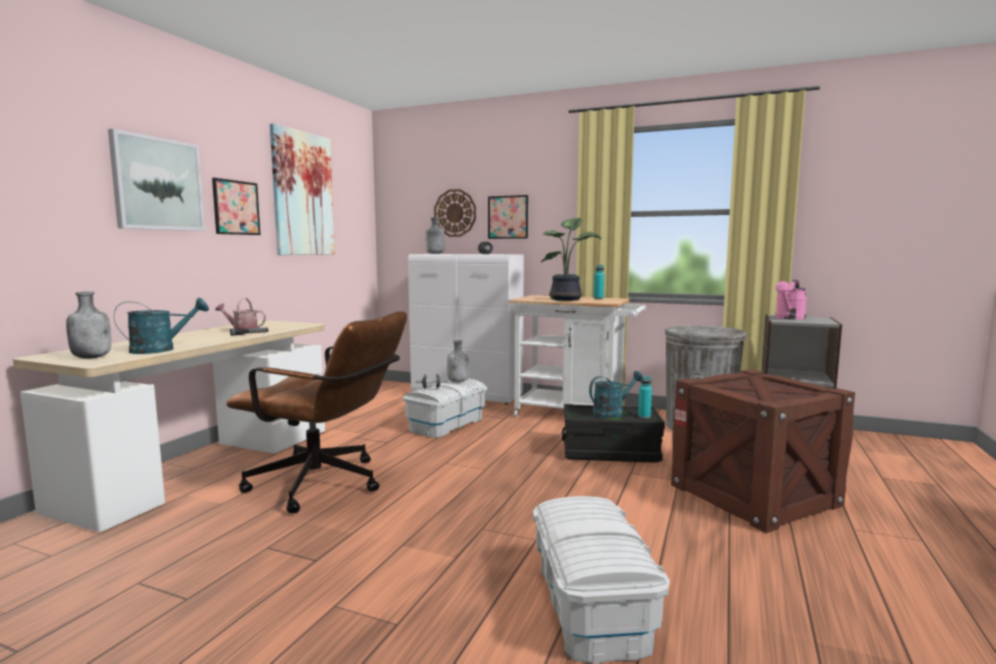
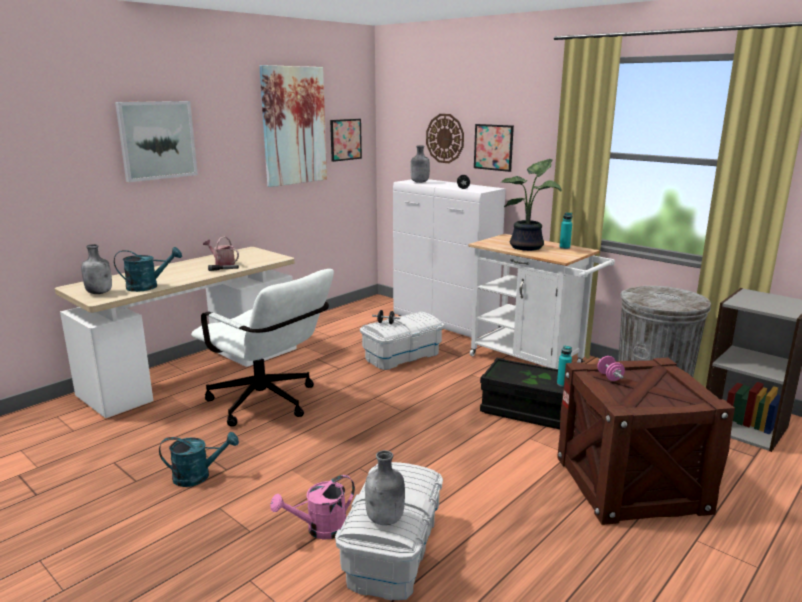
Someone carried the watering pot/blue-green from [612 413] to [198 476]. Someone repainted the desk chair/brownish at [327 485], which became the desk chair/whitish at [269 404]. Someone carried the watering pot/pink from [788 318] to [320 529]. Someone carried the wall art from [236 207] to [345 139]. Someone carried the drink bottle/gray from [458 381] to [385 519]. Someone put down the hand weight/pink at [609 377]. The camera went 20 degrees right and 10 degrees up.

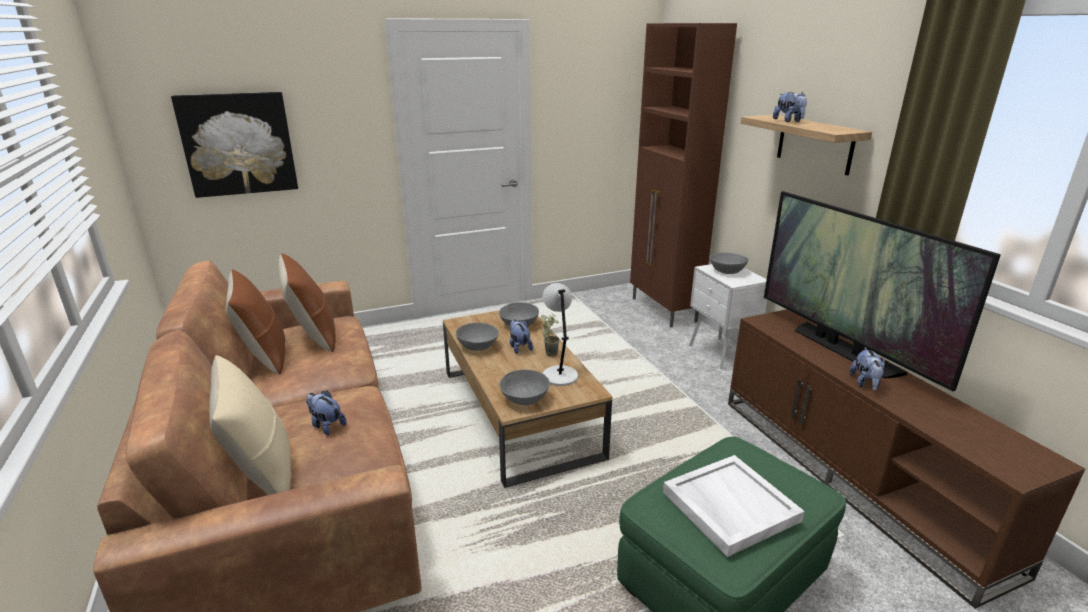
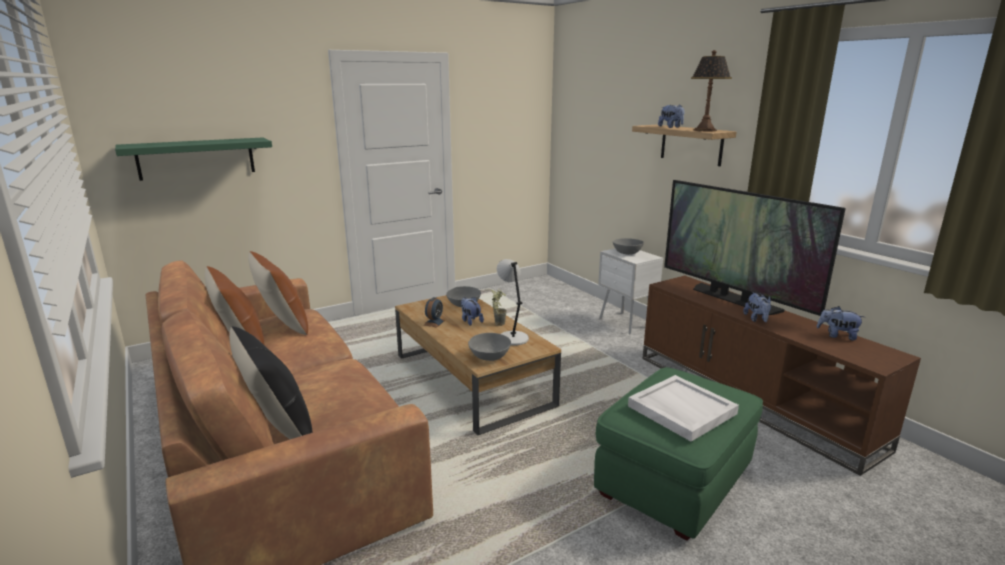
Someone swapped the wall art at [238 144] for the bracket shelf/green-coloured at [196 158]. Someone repainted the pillow/beige-coloured at [262 471], which became the pillow/black-coloured at [278 428]. Someone swapped the serving bowl/gray at [478 346] for the alarm clock at [434 322]. Someone put down the lamp for a table at [704 130]. Someone carried the plush toy from [326 425] to [837 336]. Someone took away the storage cabinet/brownish at [663 310]. The camera went 10 degrees left and 5 degrees down.

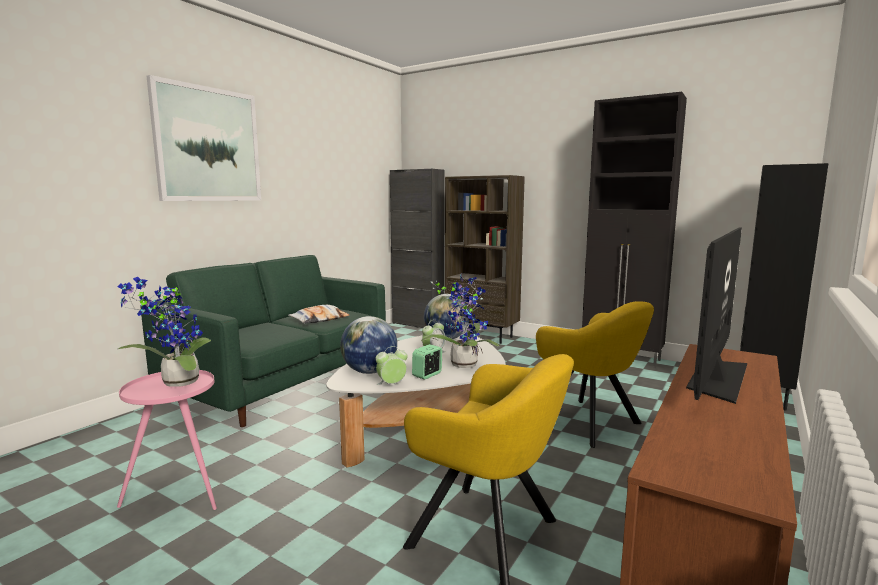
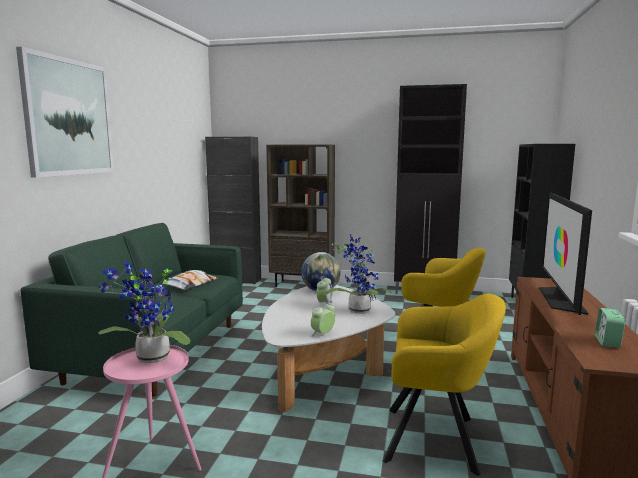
Someone carried the alarm clock from [427 375] to [607 342]. Someone took away the globe at [369 372]. The camera went 20 degrees left and 0 degrees up.

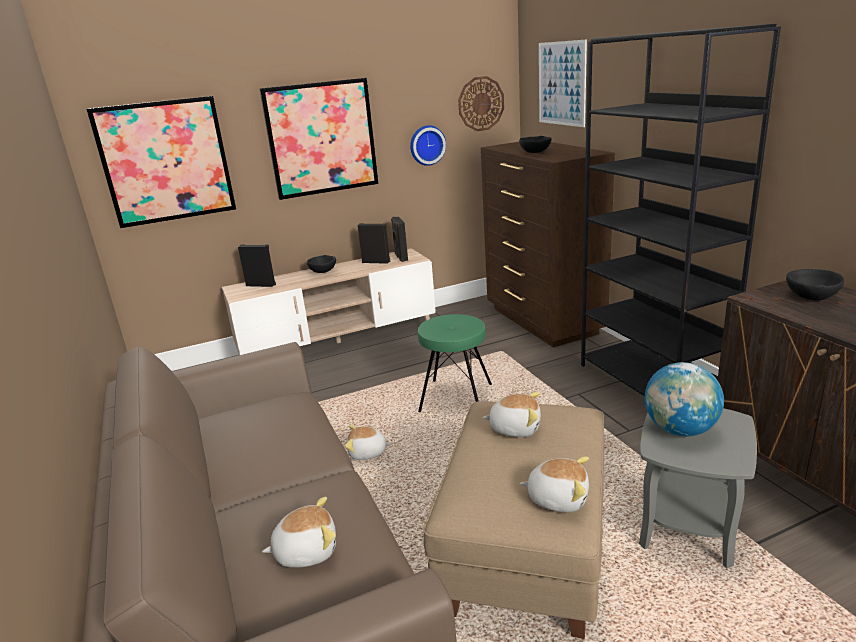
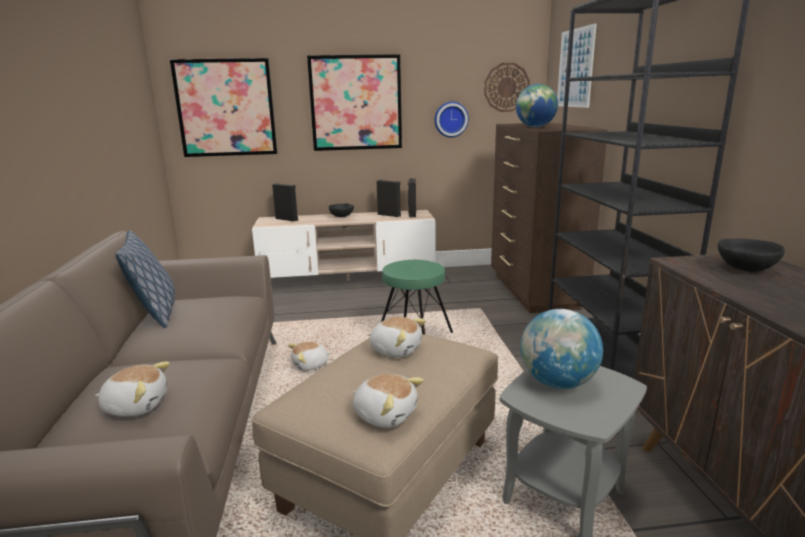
Someone put down the pillow at [155 314]. Someone rotated the plush toy at [367 453] by 45 degrees counterclockwise. Someone swapped the serving bowl/black-coloured at [535 152] for the globe at [535 127]. The camera went 15 degrees right and 5 degrees down.

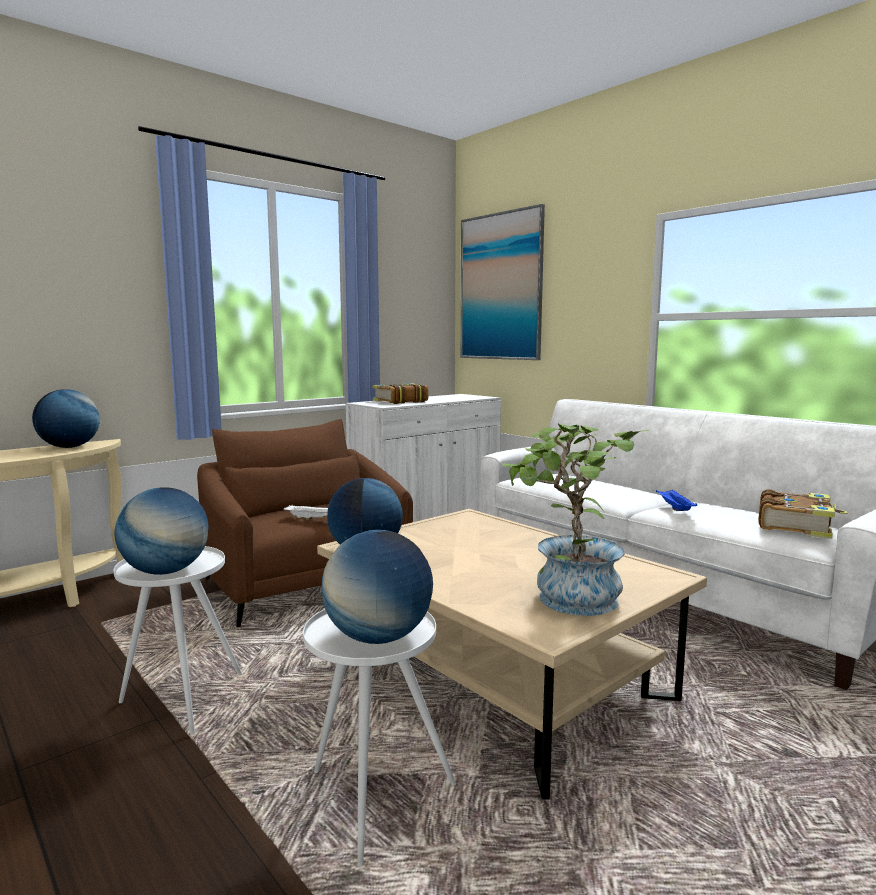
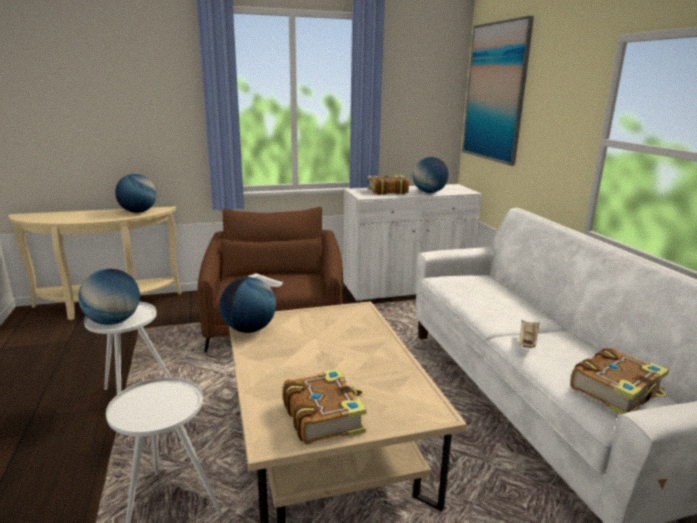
Someone swapped the potted plant at [568 601] for the book at [323 416]. Someone carried the globe from [378 637] to [429 192]. Someone repainted the carrying tray/blue at [674 508], which became the carrying tray/beige-coloured at [527 341]. The camera went 25 degrees right and 10 degrees up.

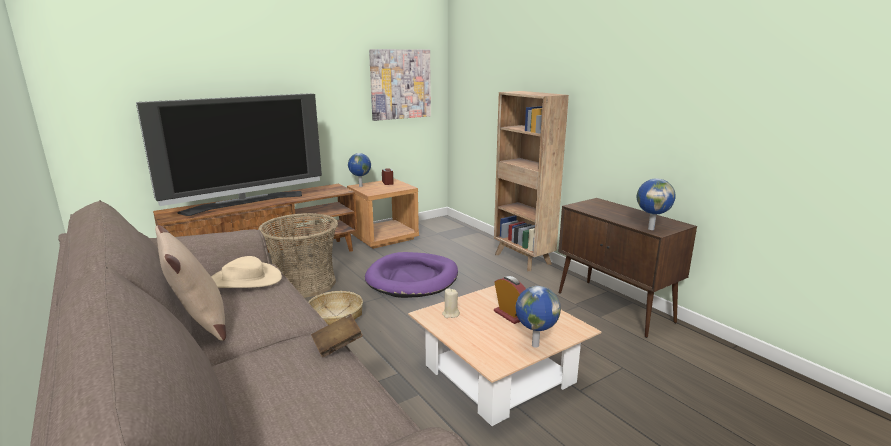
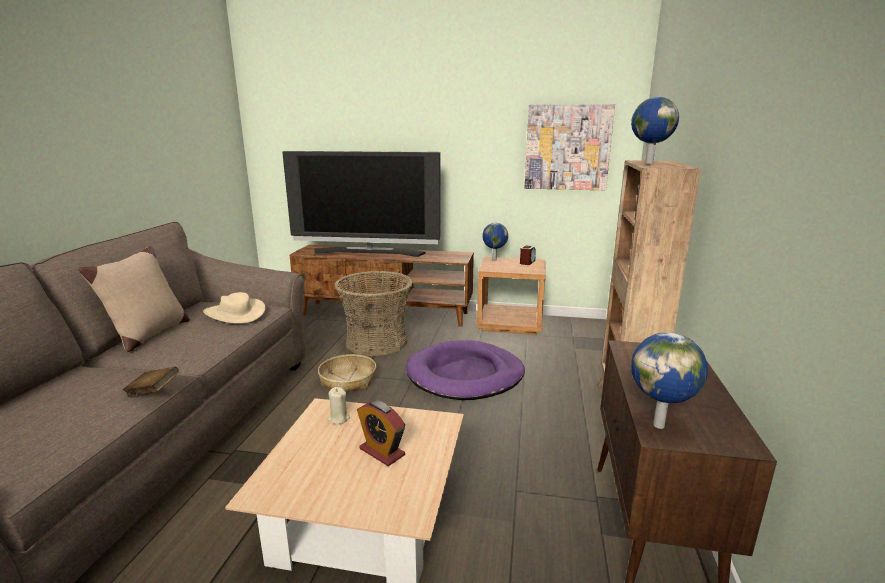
Someone rotated the alarm clock at [510 315] by 120 degrees clockwise. Someone carried the globe from [534 345] to [648 164]. The camera went 45 degrees right and 0 degrees up.

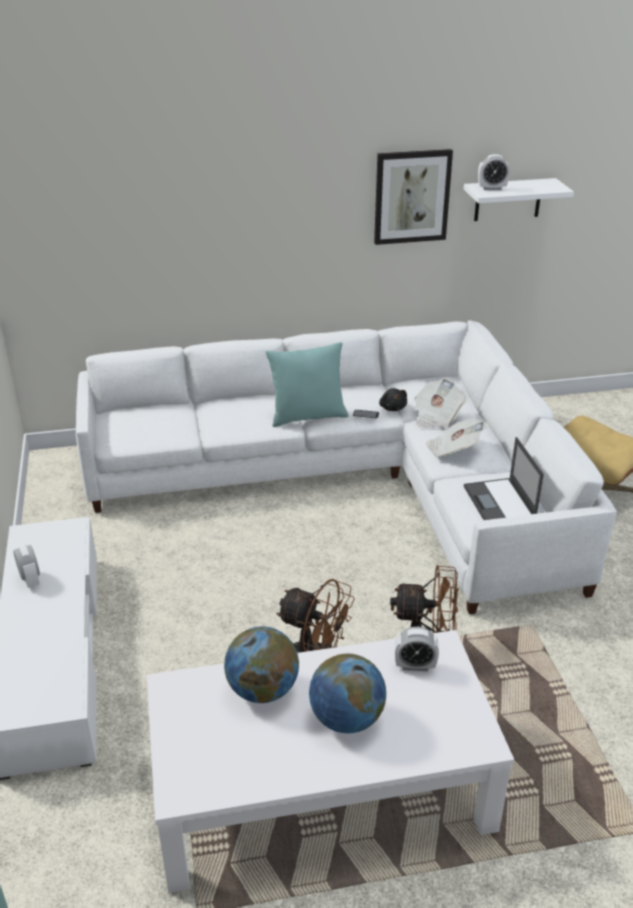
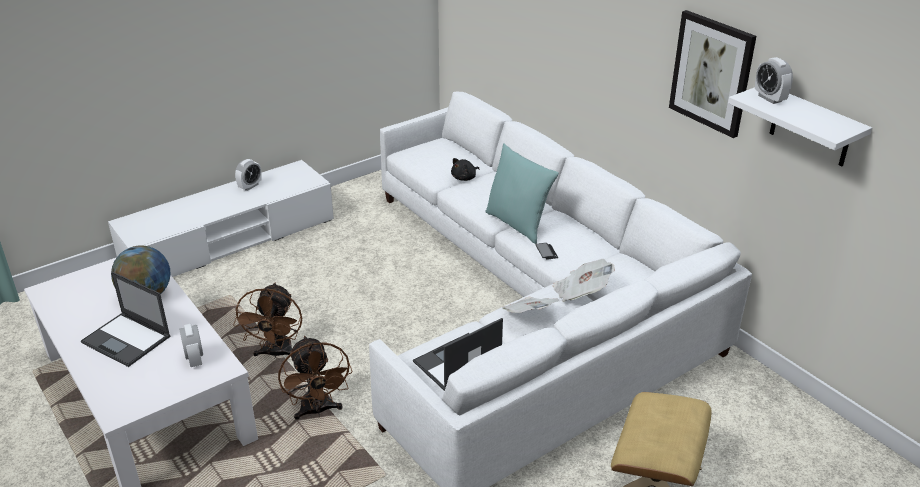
Someone swapped the globe at [346 719] for the laptop at [127 340]. Someone carried the plush toy/black-coloured from [392 407] to [465 178]. The camera went 65 degrees right and 0 degrees up.

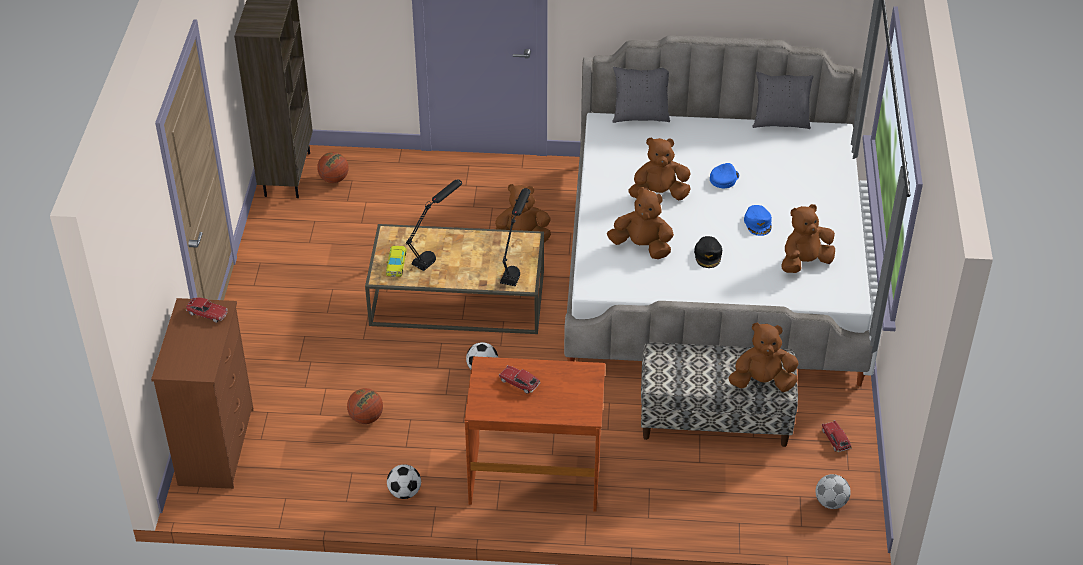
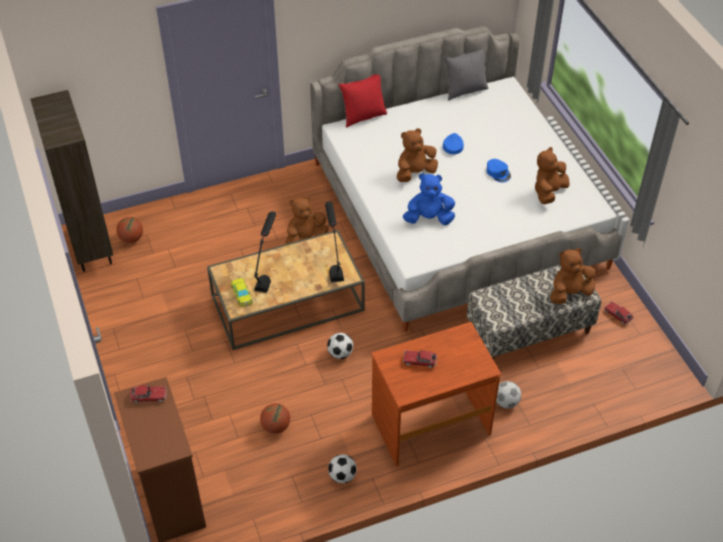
Someone repainted the pillow/gray at [640 116], which became the pillow/red-coloured at [363 116]. Someone repainted the plush toy/brownish at [642 247], which became the plush toy/blue at [429 218]. Someone carried the ball for football from [830 502] to [506 402]. Someone took away the baseball cap/black-coloured at [708 255]. The camera went 25 degrees left and 5 degrees up.

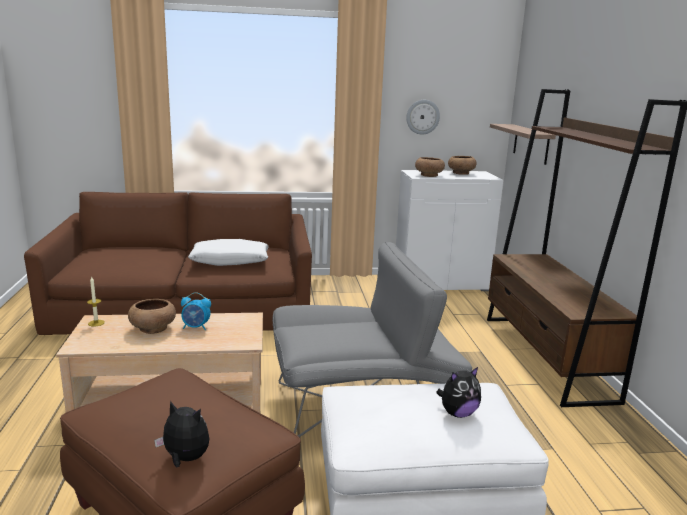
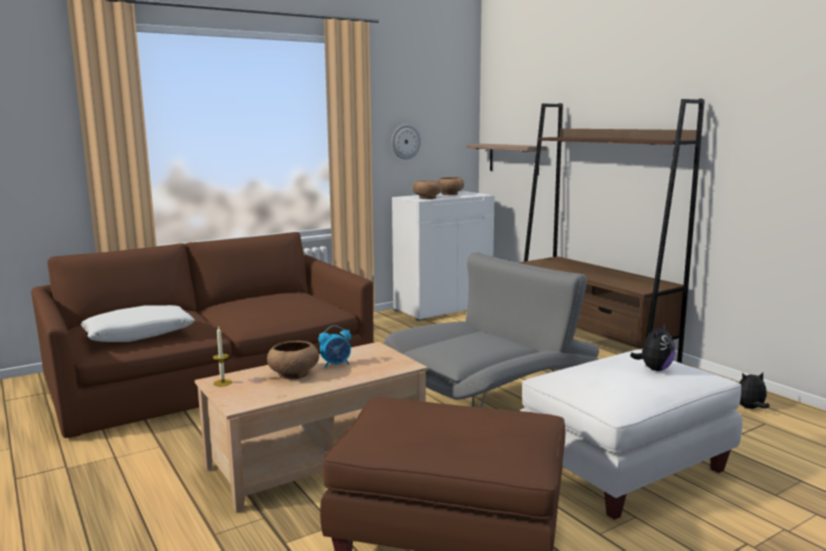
Someone carried the pillow/whitish from [230 261] to [139 334]. Someone carried the plush toy from [185 459] to [750 408]. The camera went 25 degrees left and 5 degrees down.

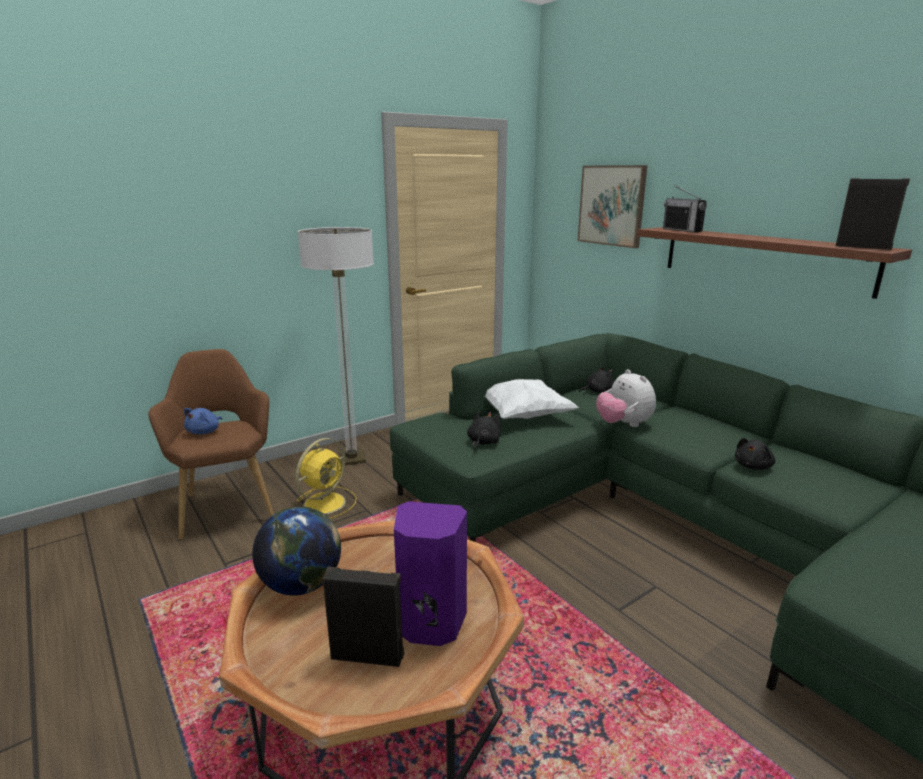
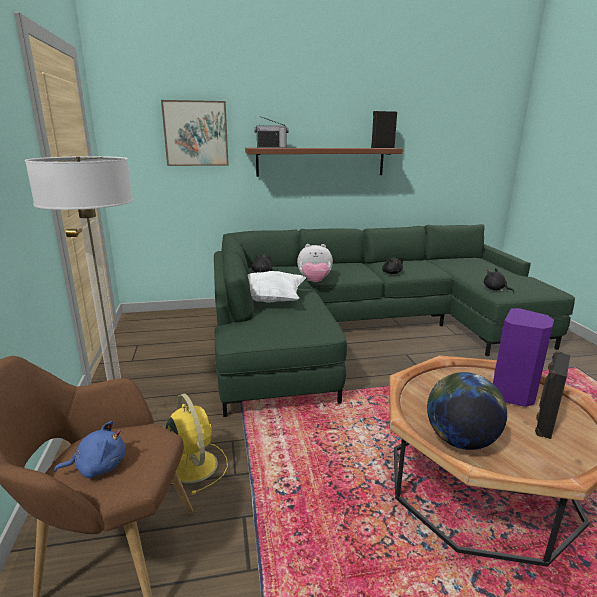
Someone rotated the plush toy/blue at [205 431] by 60 degrees counterclockwise. Someone carried the plush toy/black-coloured from [483 442] to [495 289]. The camera went 65 degrees left and 0 degrees up.

